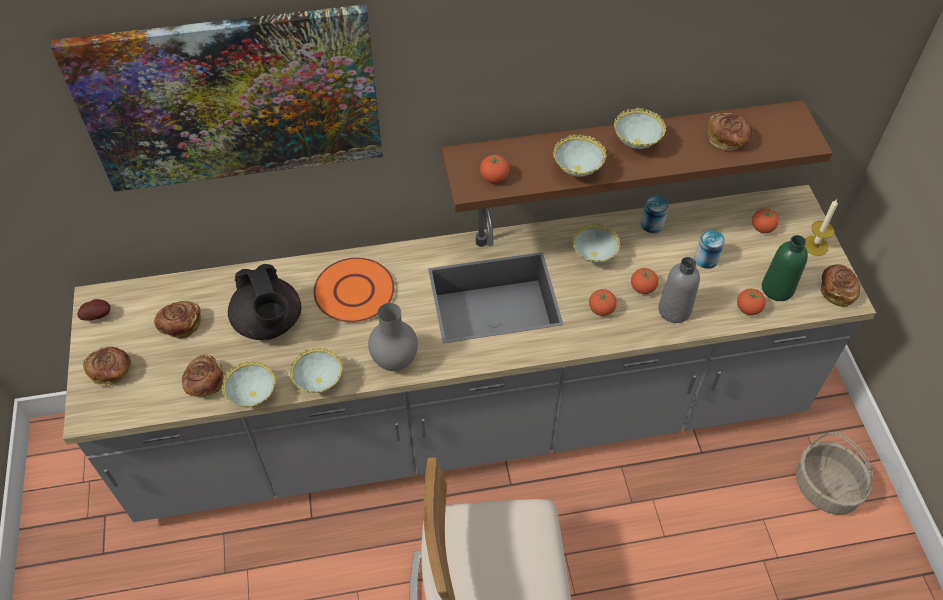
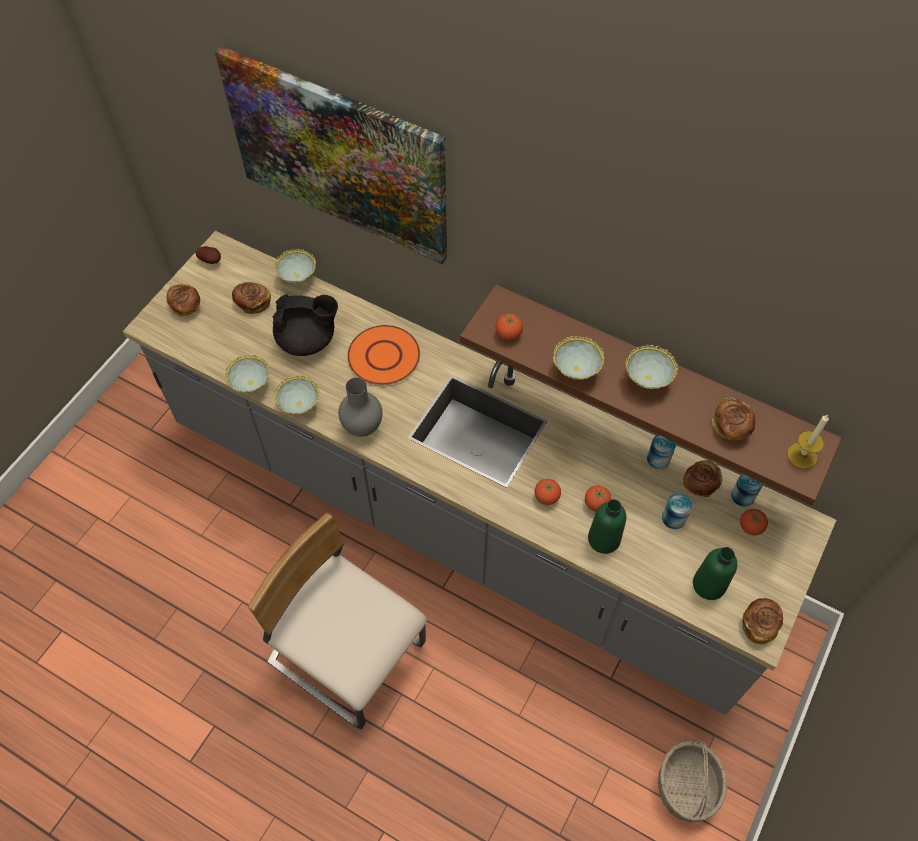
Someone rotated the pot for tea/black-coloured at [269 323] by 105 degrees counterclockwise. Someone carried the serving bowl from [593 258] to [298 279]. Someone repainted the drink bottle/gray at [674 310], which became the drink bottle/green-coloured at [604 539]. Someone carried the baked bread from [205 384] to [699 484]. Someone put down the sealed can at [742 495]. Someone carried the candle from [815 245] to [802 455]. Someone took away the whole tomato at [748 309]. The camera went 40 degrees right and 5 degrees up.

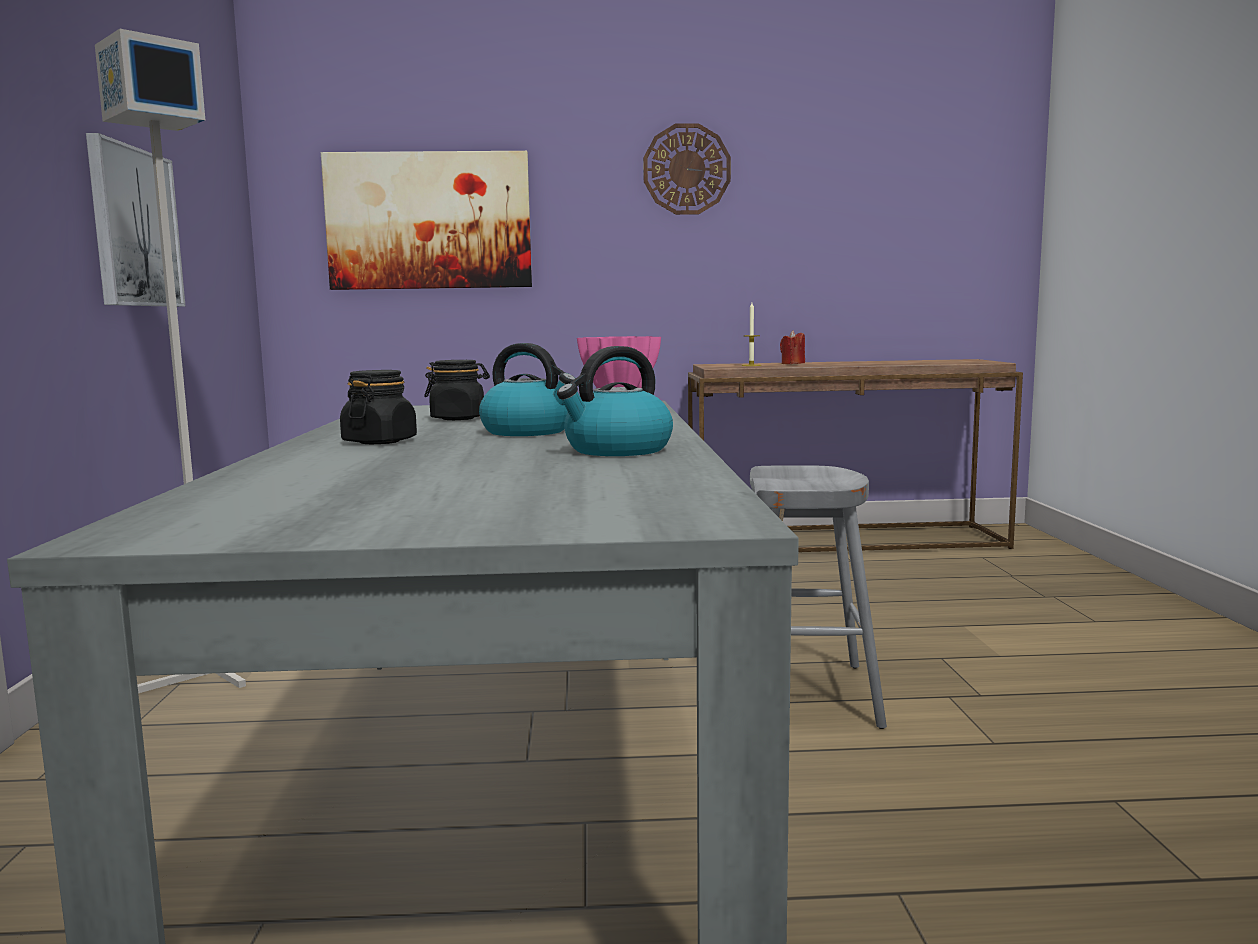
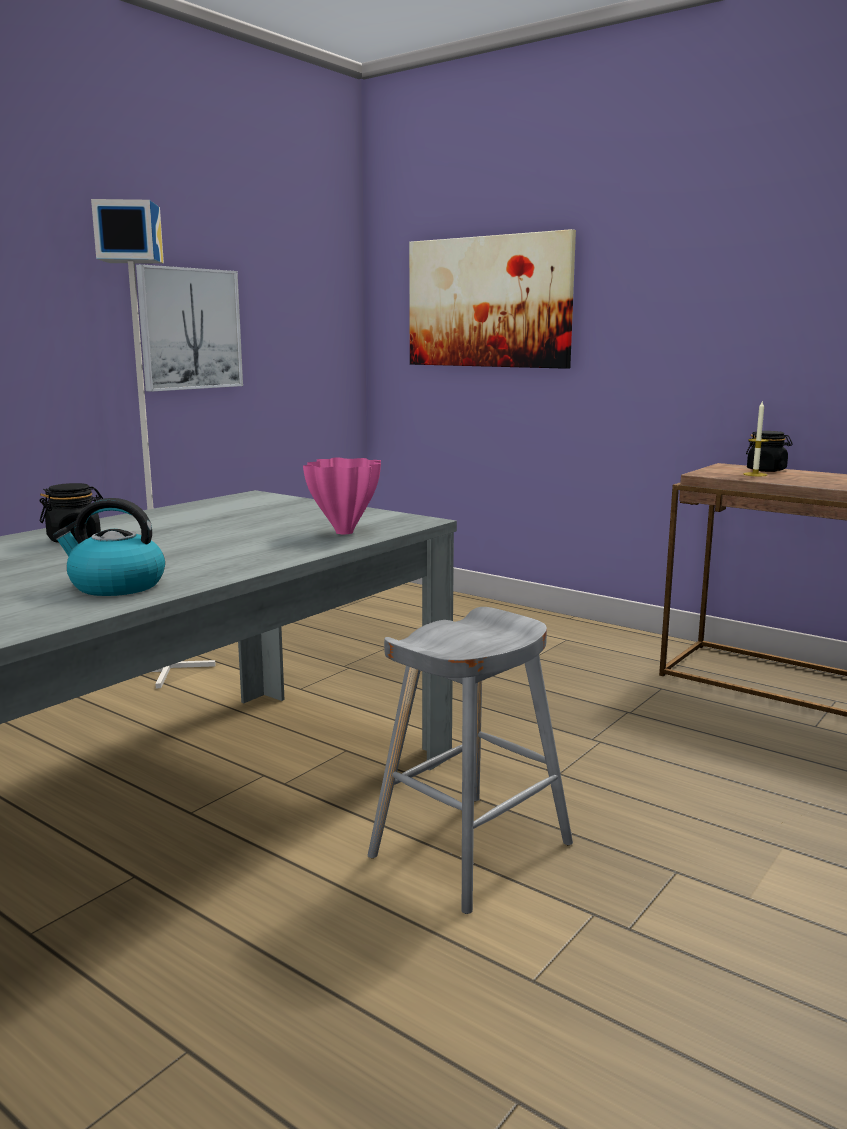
Someone carried the jar/black-coloured from [458 418] to [766 470]. Someone took away the tea kettle at [528 431]. Someone took away the wall clock at [686 169]. Someone took away the candle/red-coloured at [792 364]. The camera went 40 degrees right and 5 degrees up.

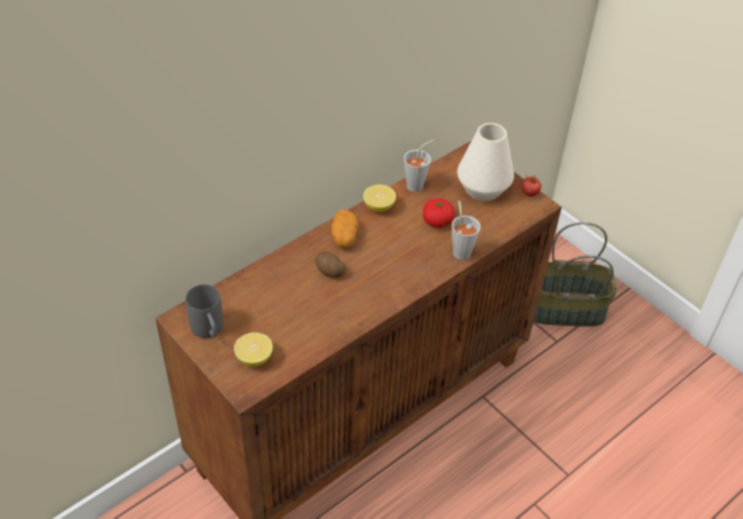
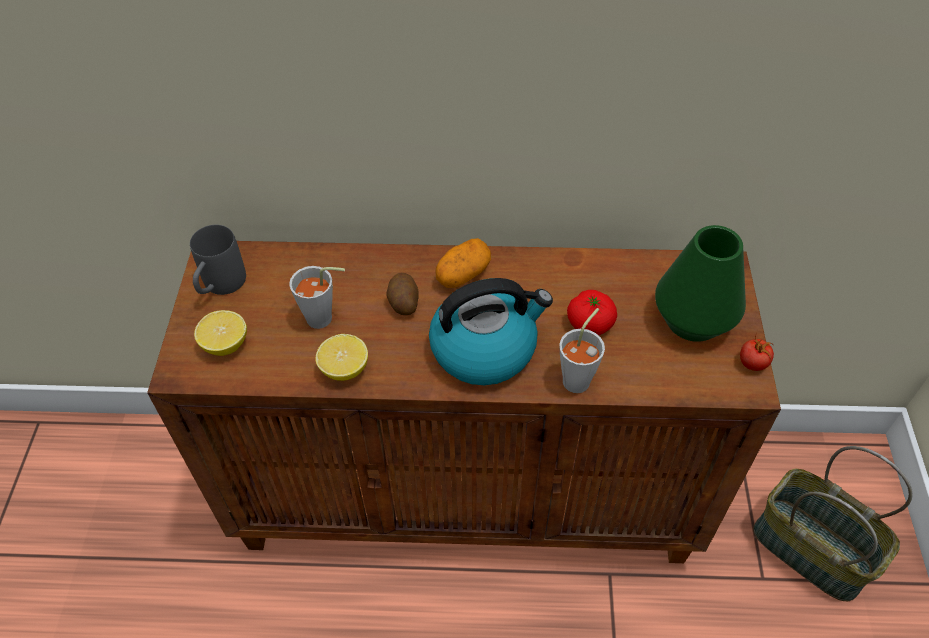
Someone carried the drinking cup/gray from [418 185] to [325 319]. Someone carried the lemon from [379 207] to [344 369]. Someone put down the tea kettle at [485 348]. Someone repainted the decorative vase/whitish at [483 189], which became the decorative vase/green-coloured at [693 320]. The camera went 45 degrees right and 5 degrees up.

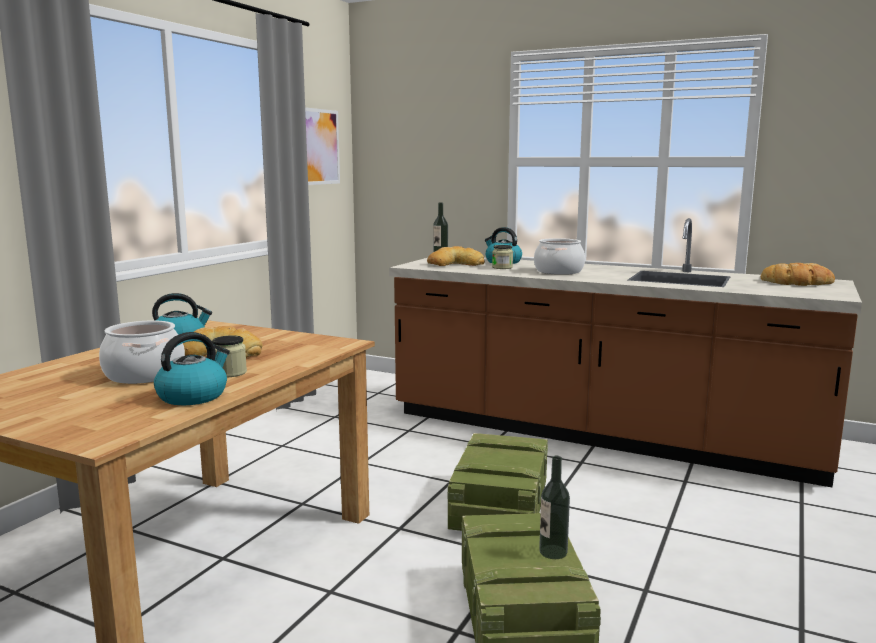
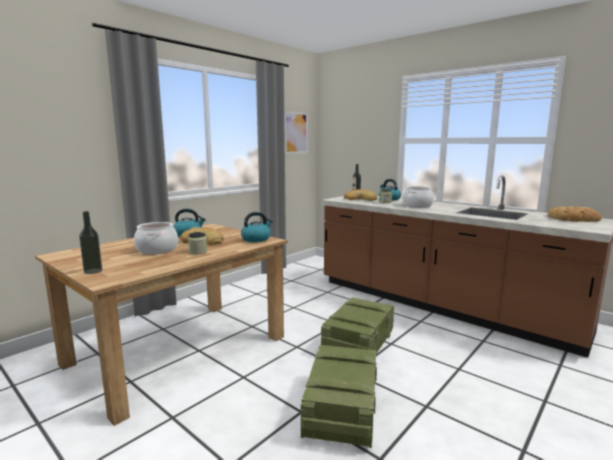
Someone carried the drink bottle from [553 552] to [93 271]. Someone carried the tea kettle from [193 396] to [256 239]. The camera went 15 degrees right and 0 degrees up.

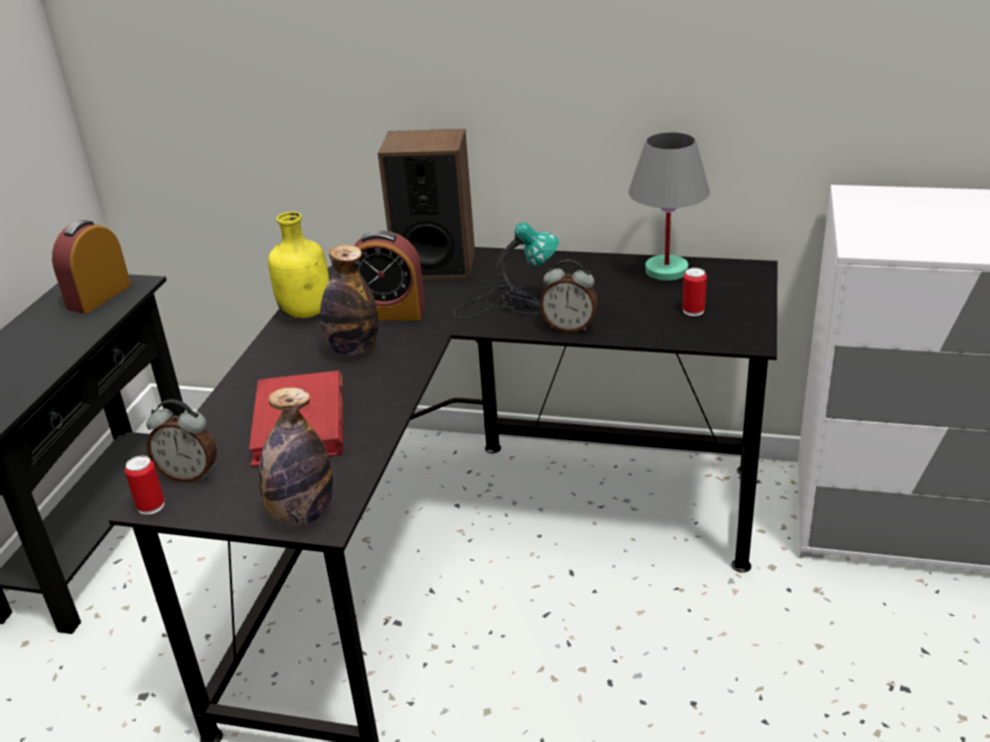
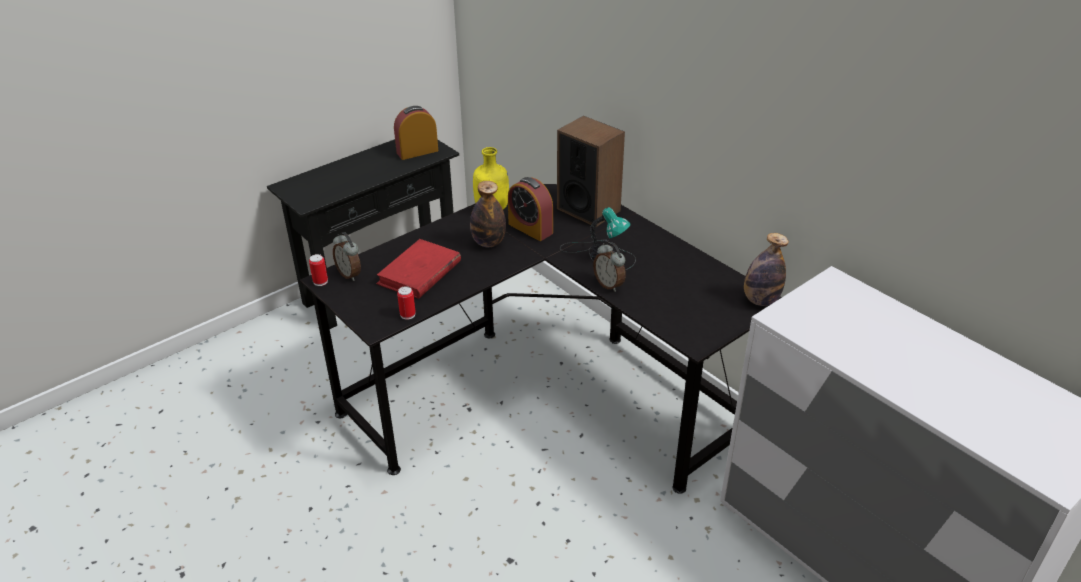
Someone carried the sealed can from [693 310] to [407 314]. Someone carried the drink bottle from [302 515] to [760 300]. Someone took away the lamp for a table/gray at [666 270]. The camera went 35 degrees right and 5 degrees up.

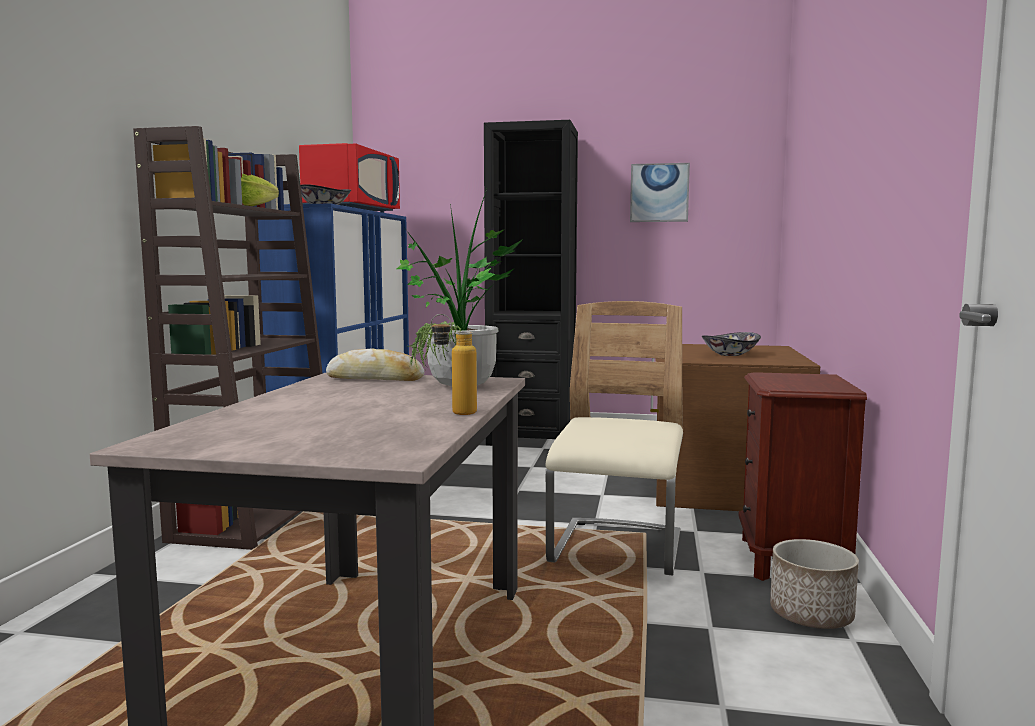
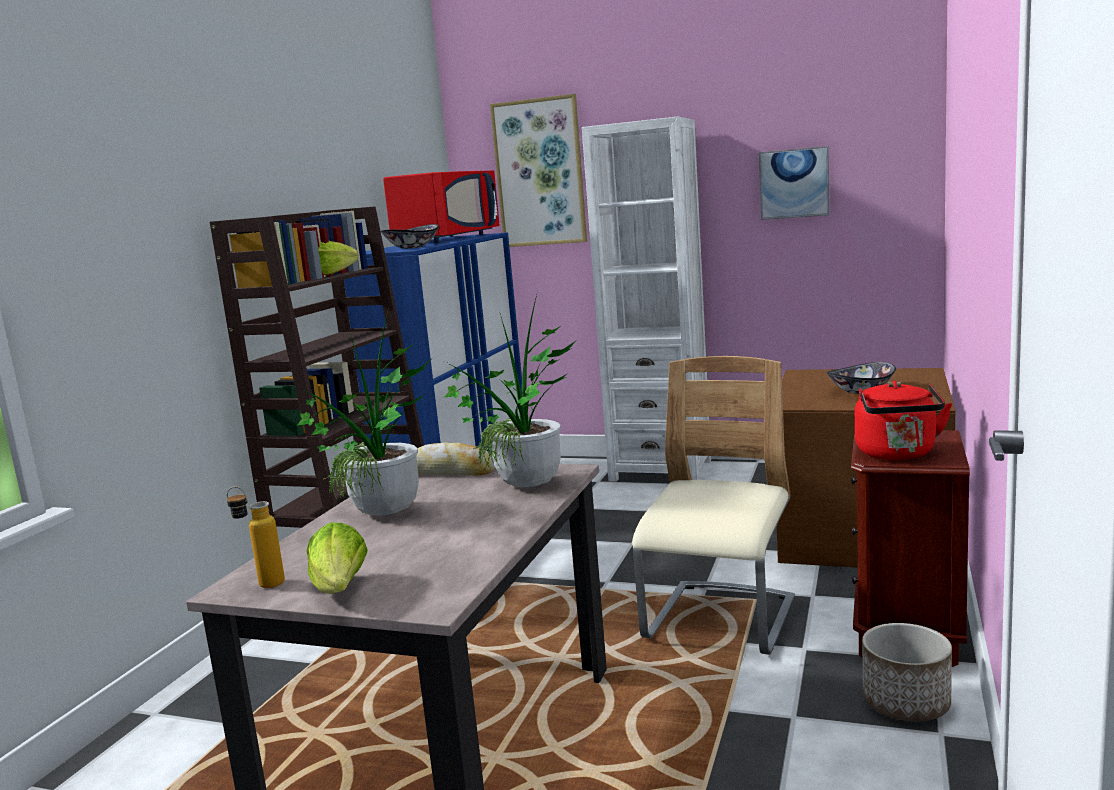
Someone carried the drink bottle from [454 412] to [262 583]. Someone put down the potted plant at [384 517]. Someone put down the lettuce at [340 590]. Someone put up the wall art at [539 173]. Someone repainted the bookshelf/black-coloured at [531 438], which became the bookshelf/whitish at [661 470]. Someone put down the tea kettle/red-coloured at [897 455]. The camera went 10 degrees right and 5 degrees up.

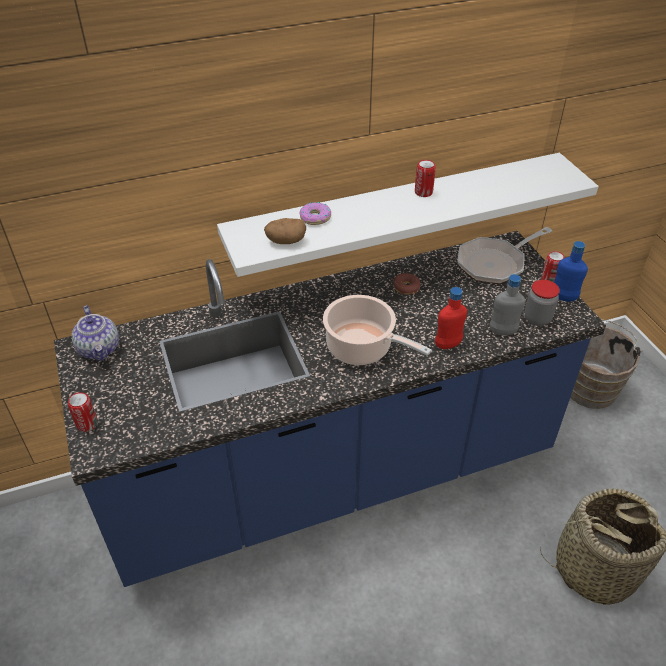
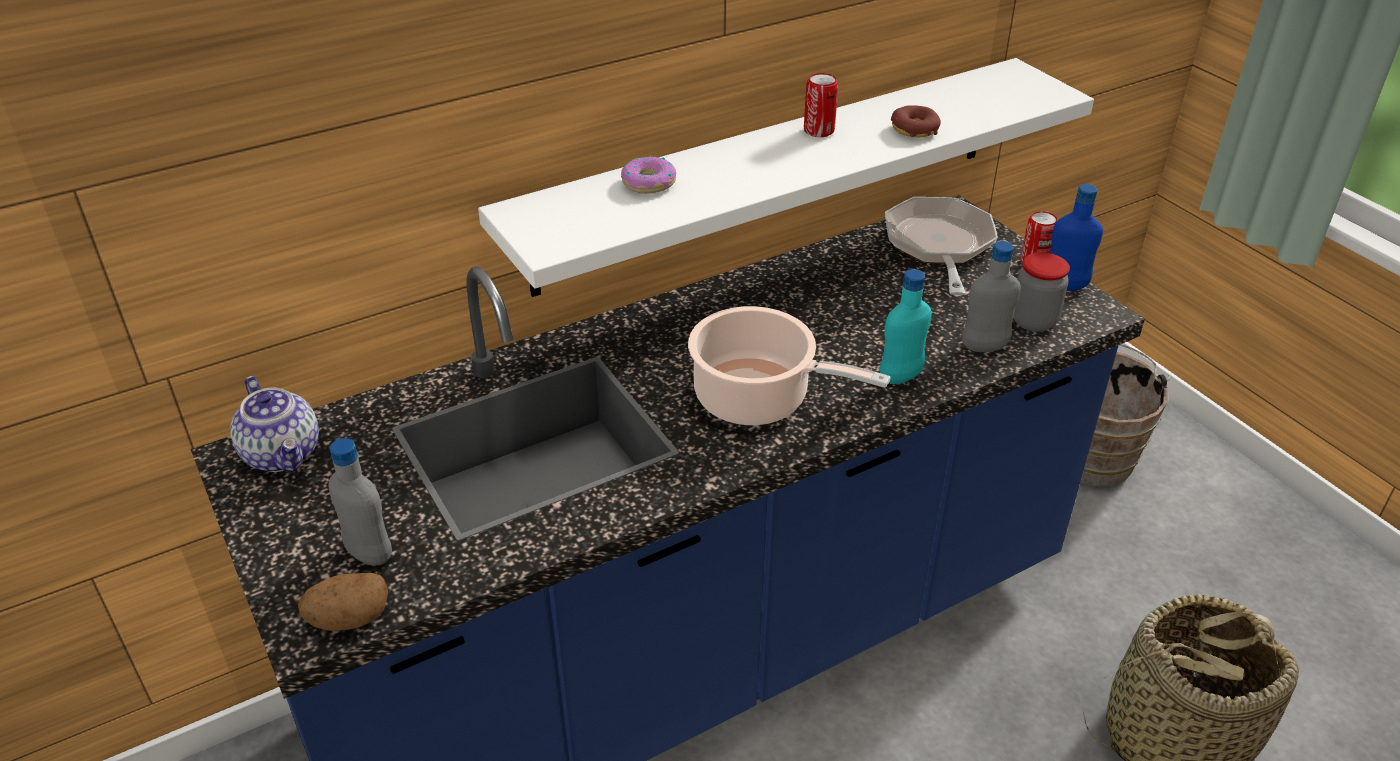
Someone carried the potato from [285 241] to [349 619]. Someone put down the drink bottle/gray at [369 554]. Someone repainted the drink bottle/red-coloured at [448 345], which became the drink bottle/blue-green at [900 377]. Someone rotated the skillet at [495 263] by 135 degrees clockwise. Someone carried the donut from [406 287] to [914 129]. Someone took away the sealed can at [87 424]. The camera went 10 degrees left and 5 degrees down.

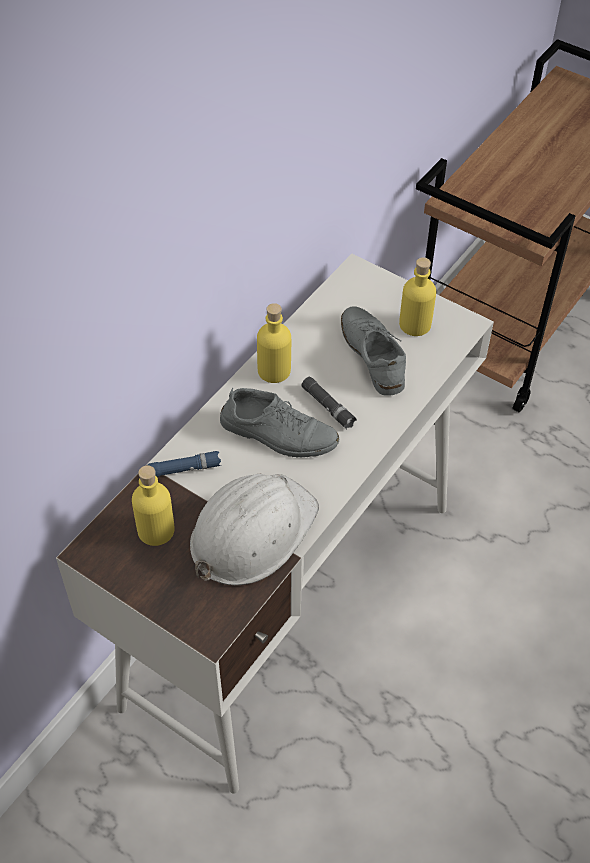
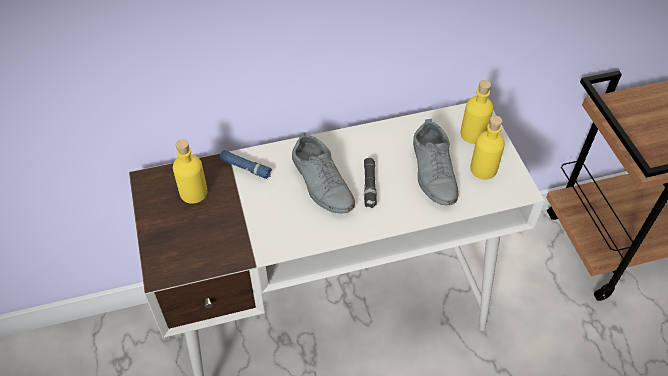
Someone rotated the item of footwear/gray at [372 354] by 150 degrees clockwise. Someone carried the drink bottle/yellowish from [274 370] to [473 134]. Someone took away the work helmet/whitish at [251 532]. The camera went 40 degrees right and 0 degrees up.

